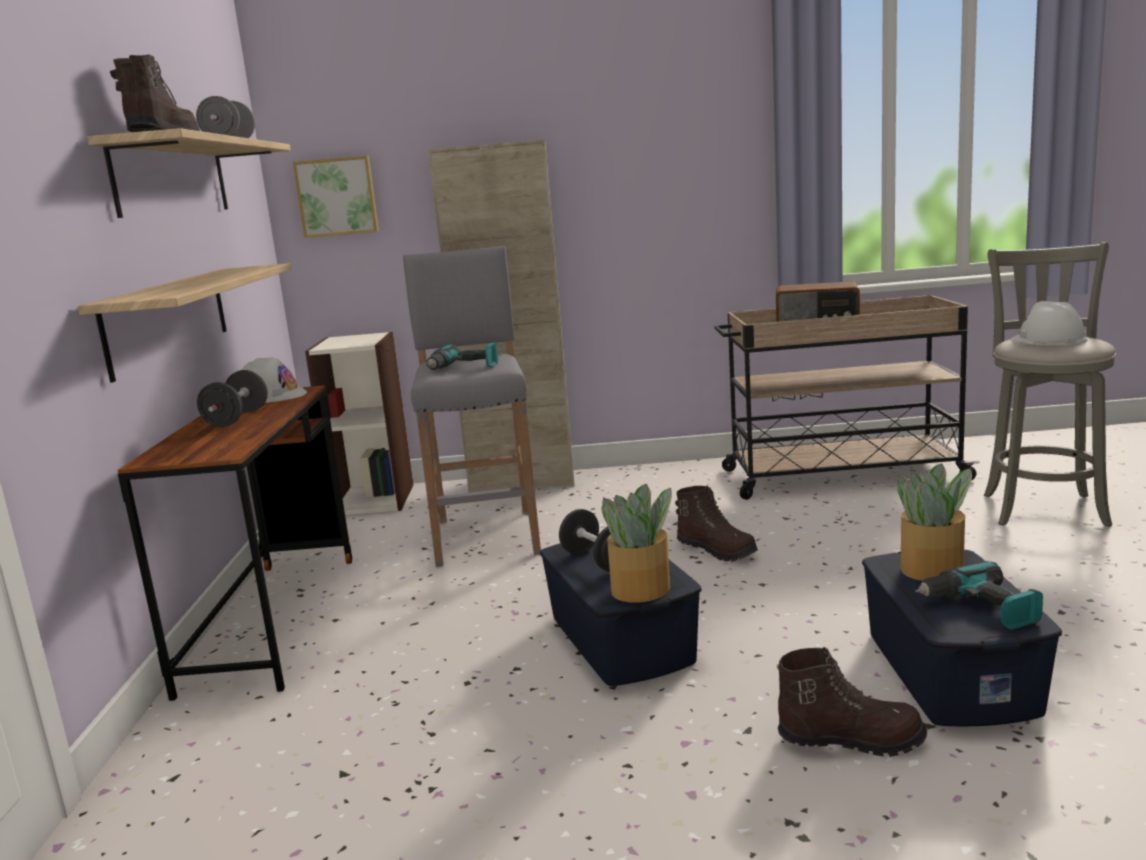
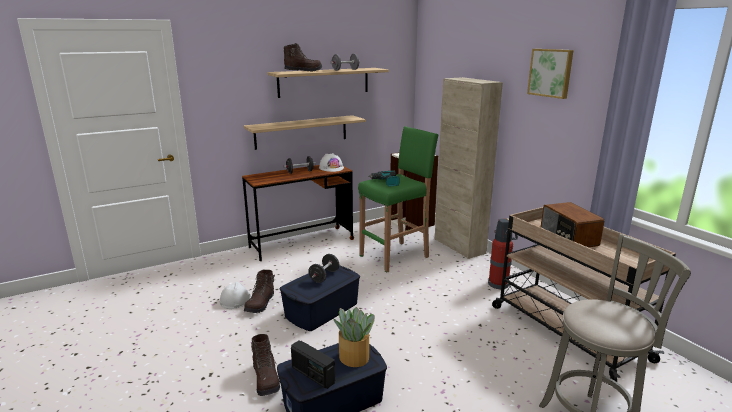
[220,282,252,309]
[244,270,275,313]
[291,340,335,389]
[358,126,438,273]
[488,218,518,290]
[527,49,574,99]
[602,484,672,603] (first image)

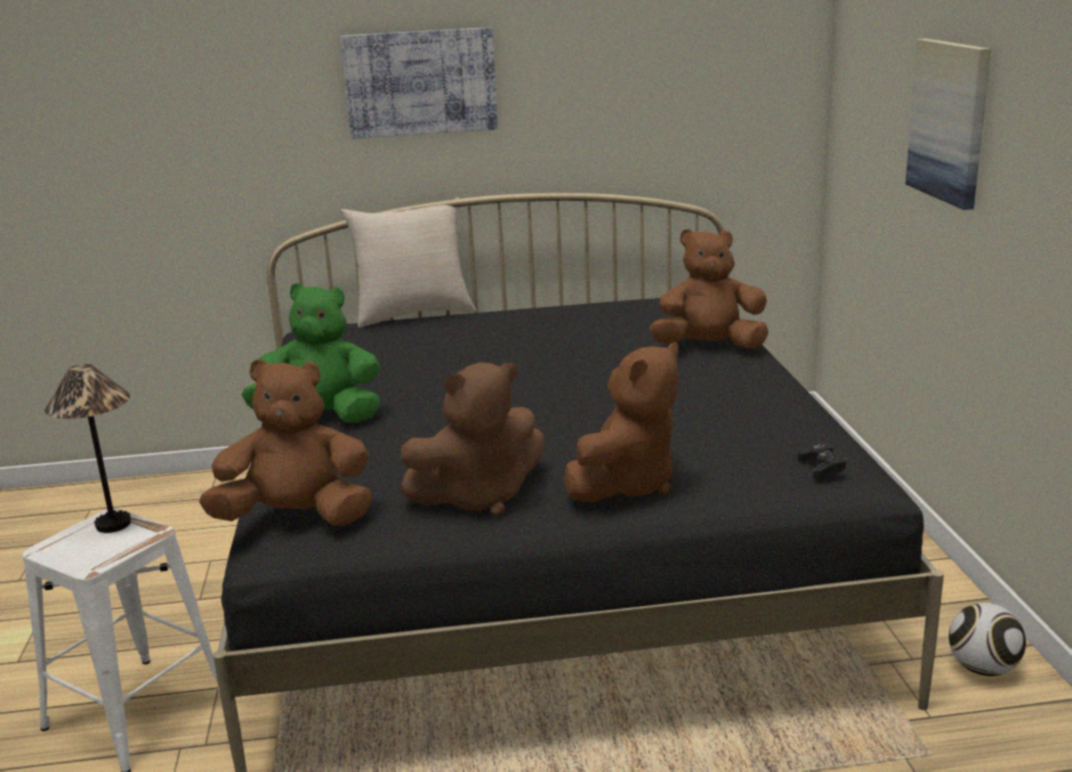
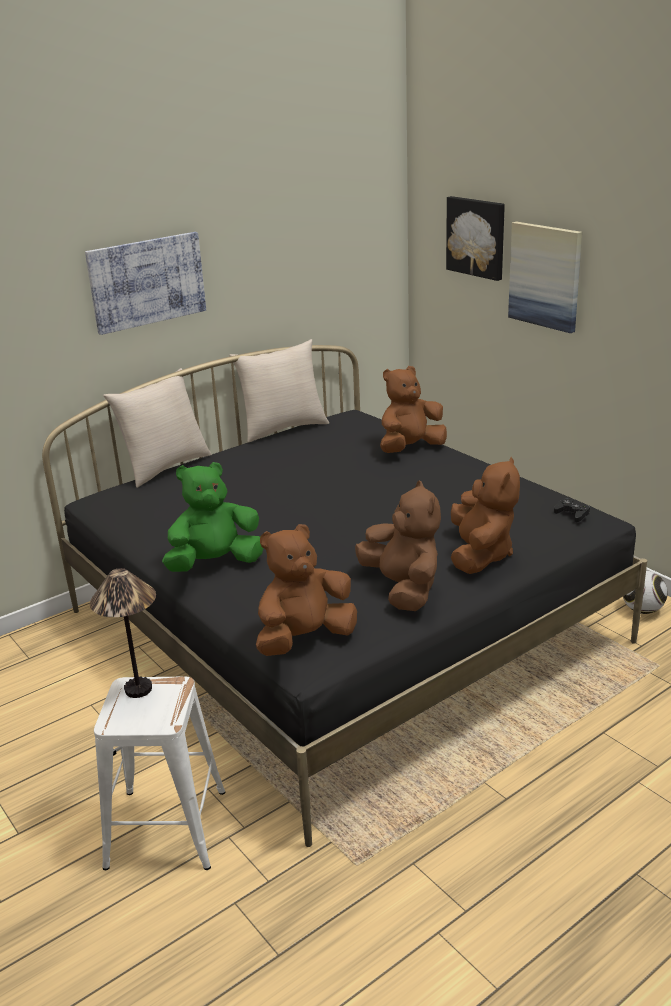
[229,339,329,443]
[355,481,441,611]
[446,196,505,281]

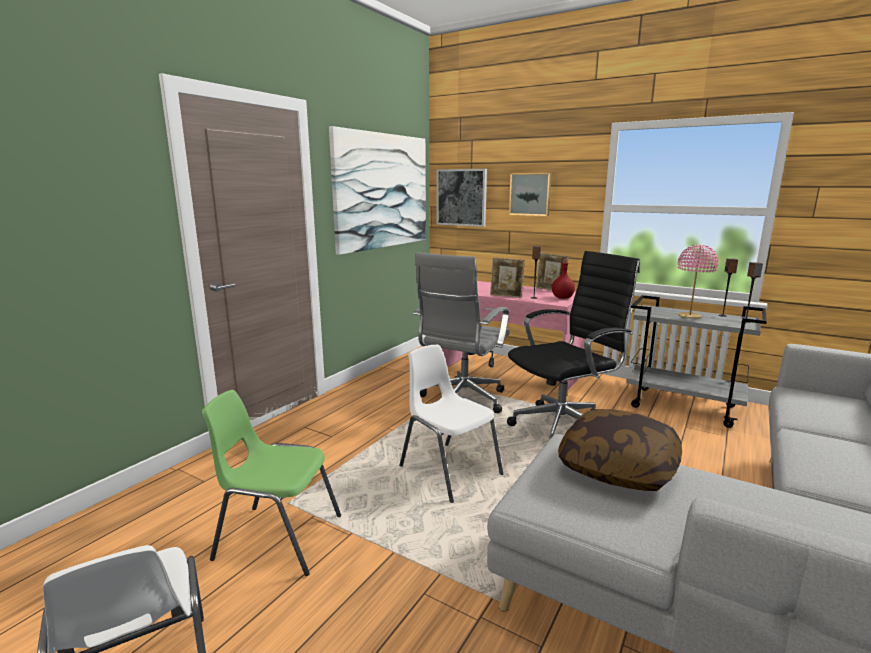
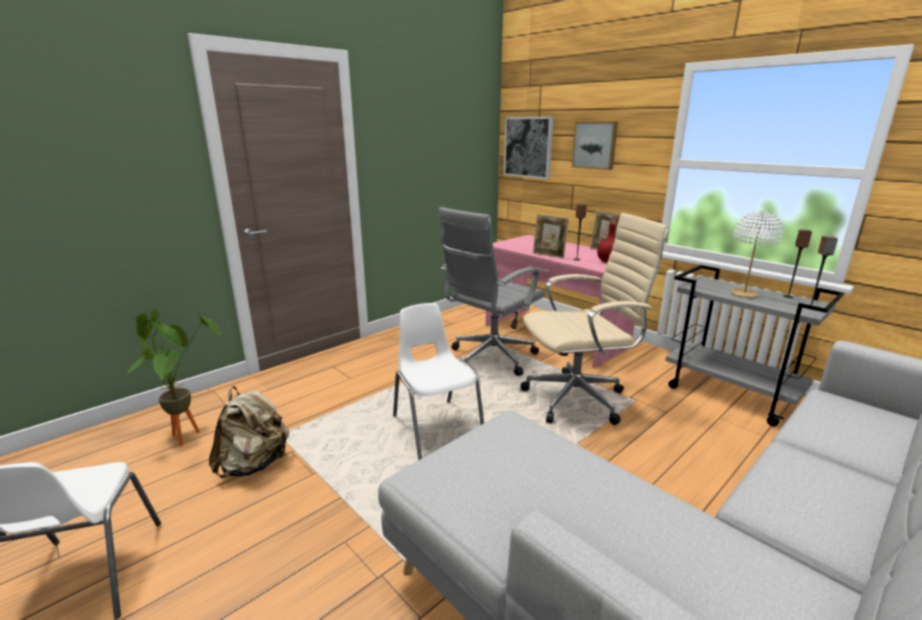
[126,309,224,446]
[209,386,289,478]
[520,213,669,425]
[731,211,784,298]
[329,126,426,255] (first image)
[558,409,682,491] (first image)

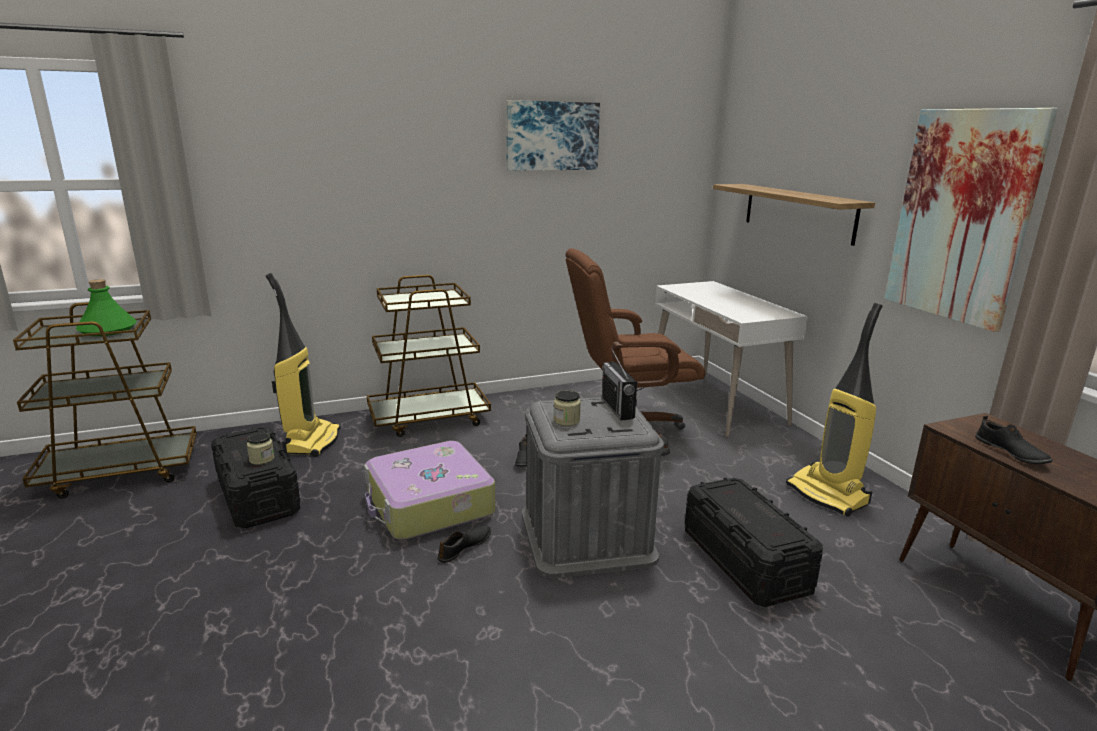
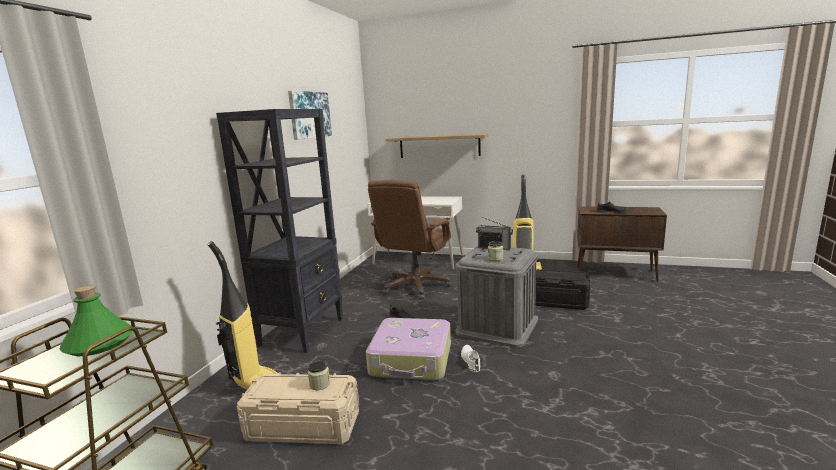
[216,109,343,353]
[237,373,359,444]
[461,345,481,372]
[884,108,1058,332] (first image)

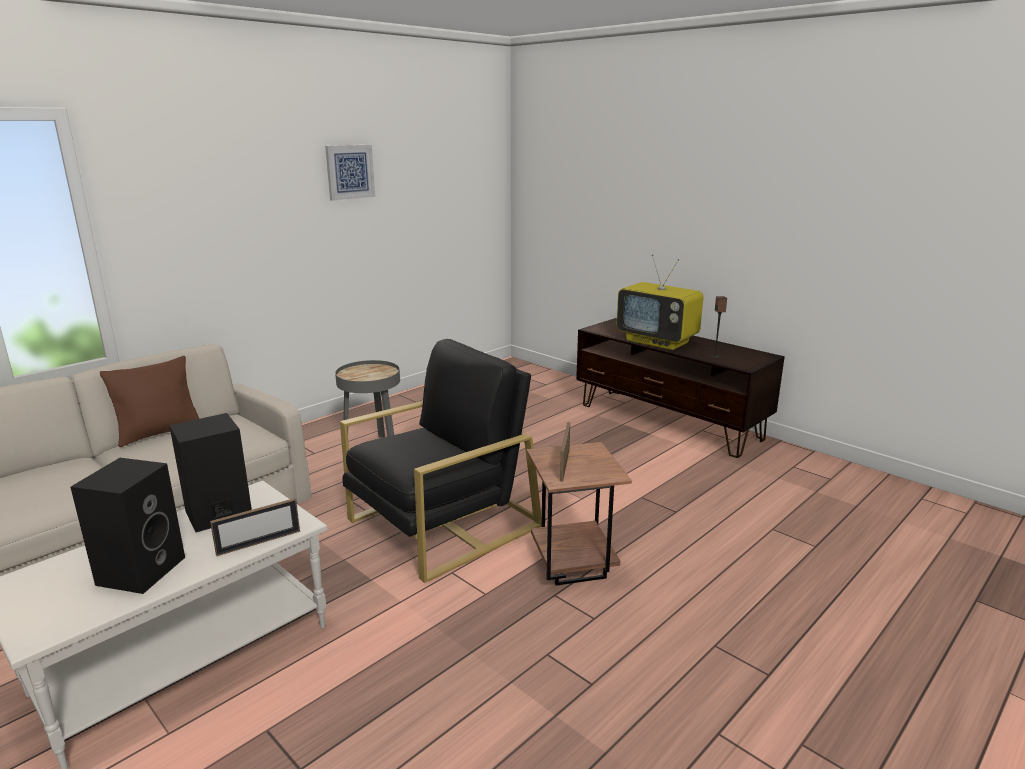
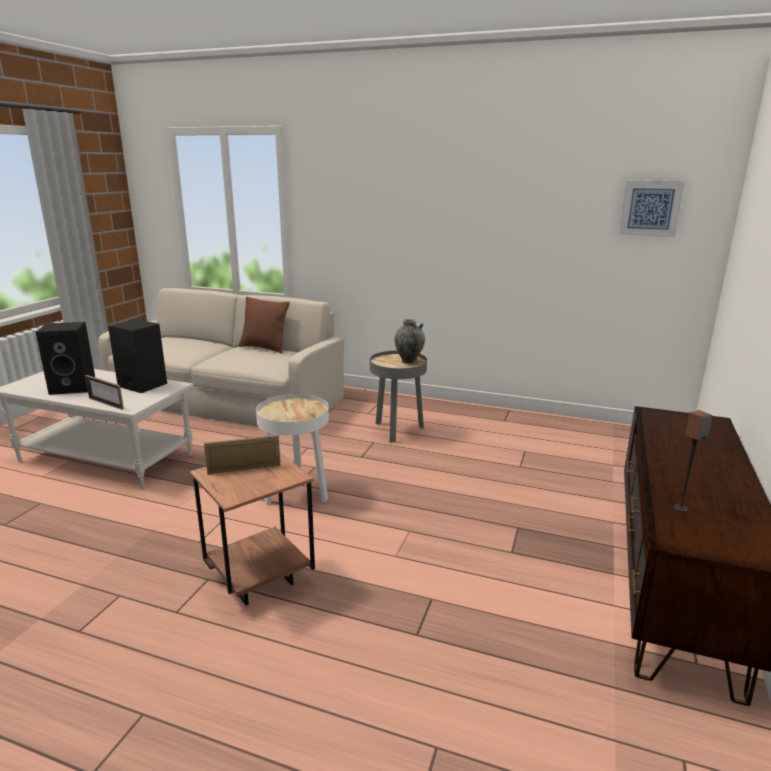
[256,394,329,505]
[394,319,425,364]
[619,180,685,237]
[617,255,703,350] (first image)

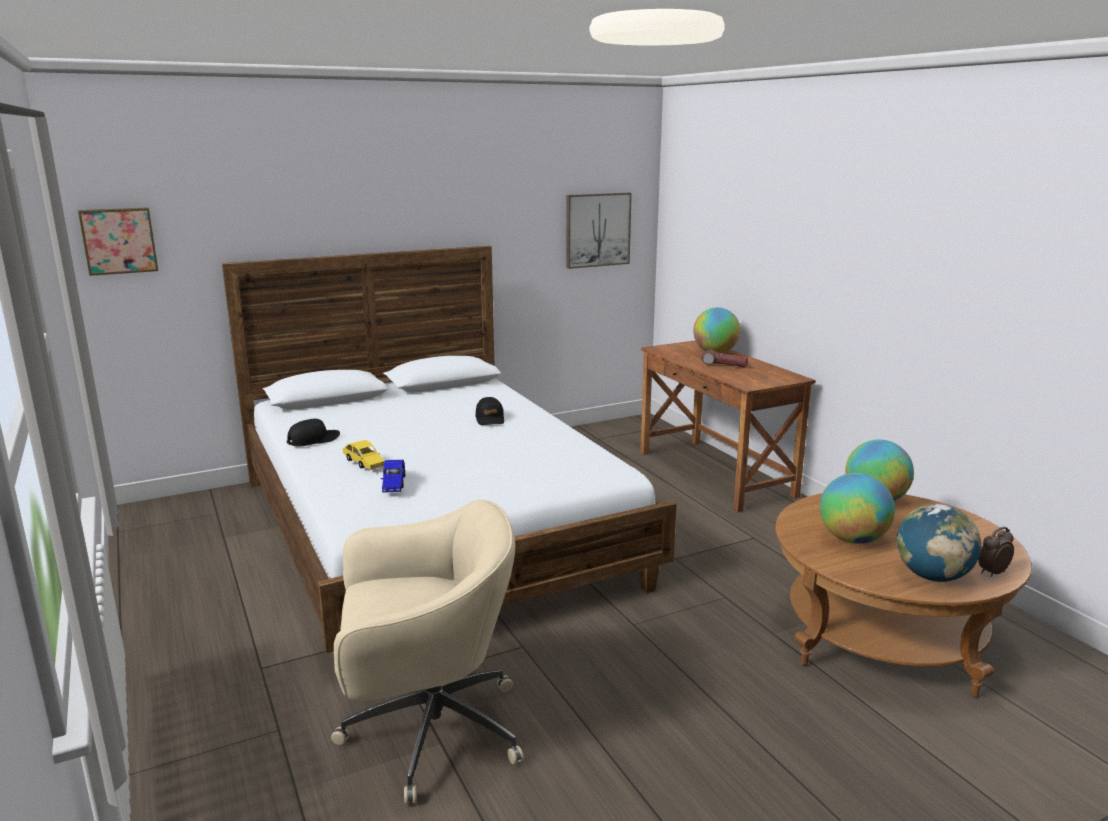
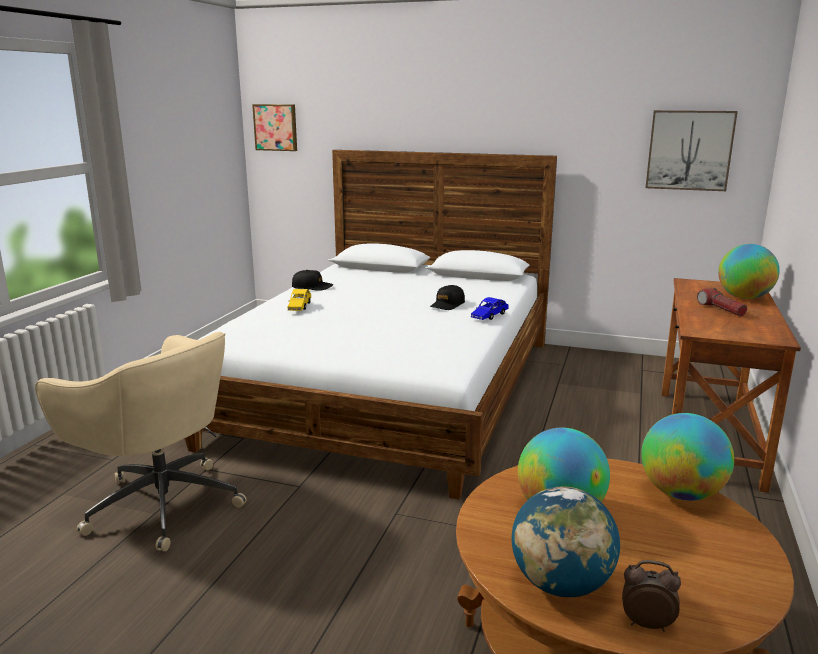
[471,297,509,320]

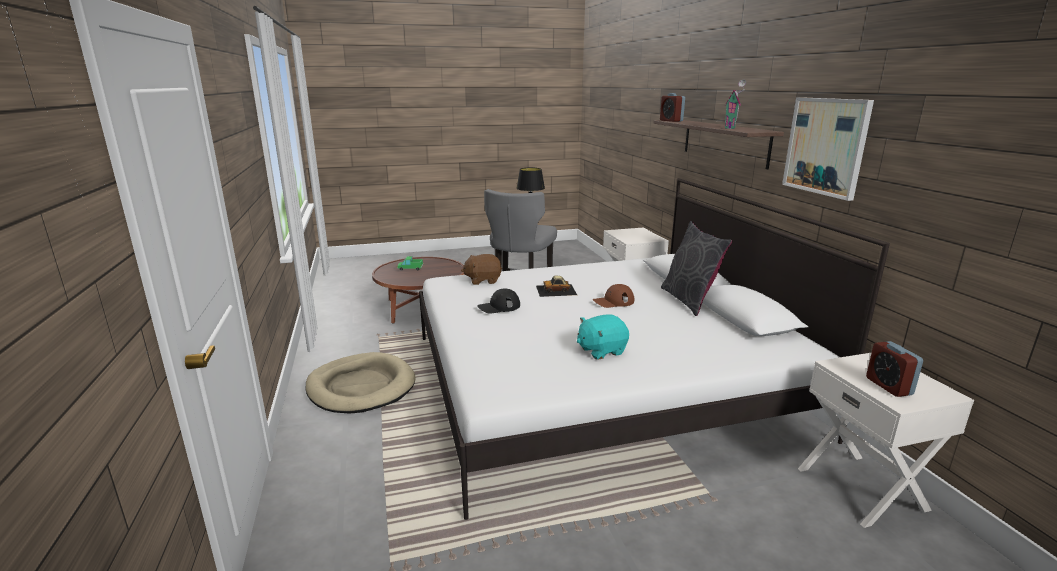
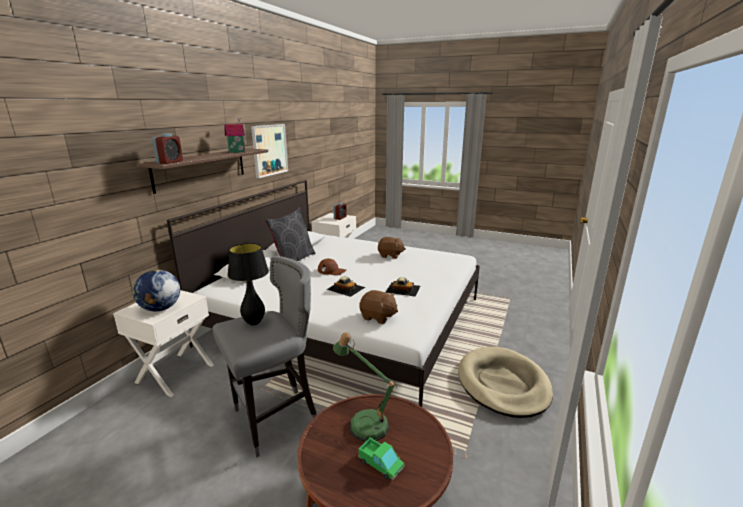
[132,270,180,312]
[333,332,397,442]
[378,237,406,259]
[385,277,420,297]

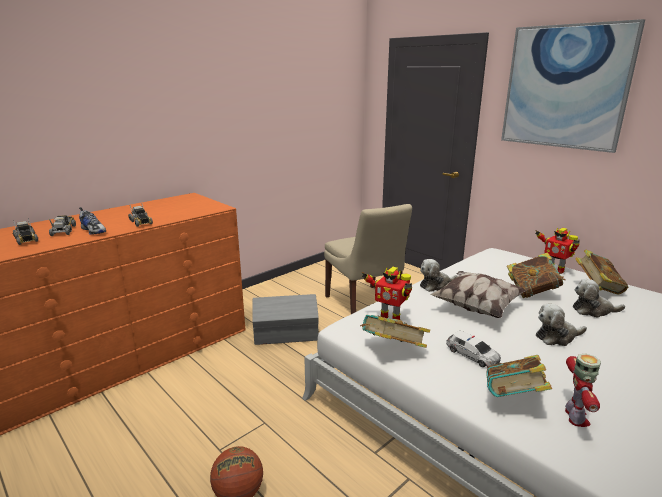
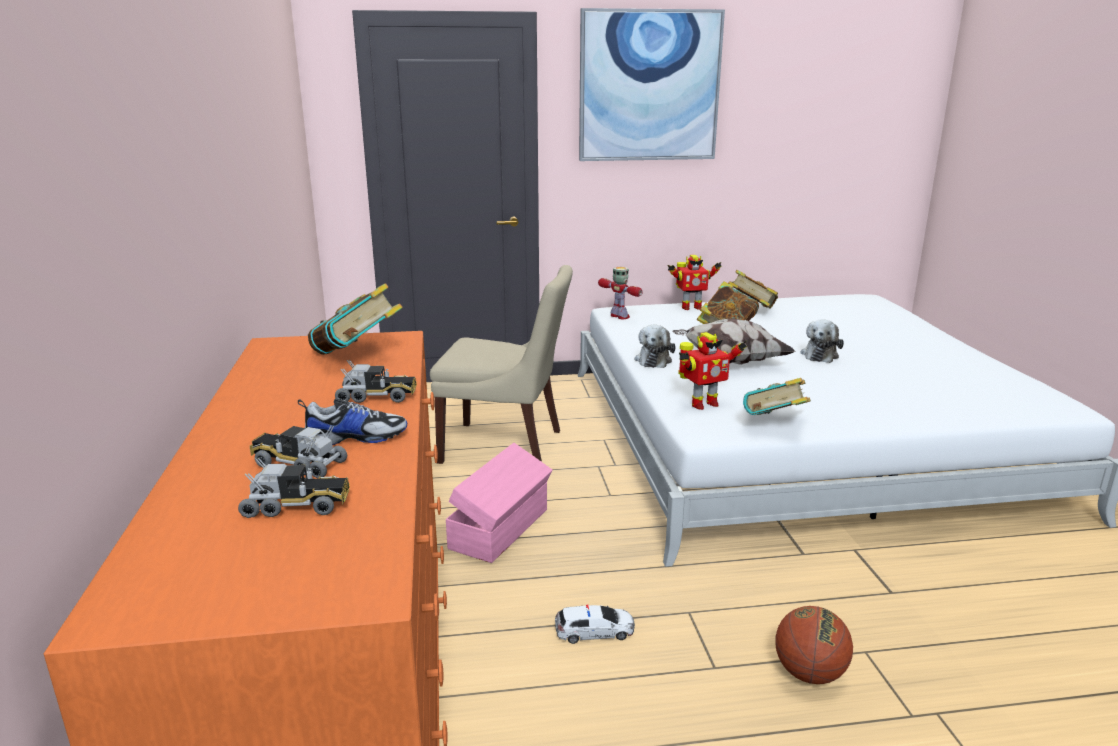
[308,283,403,355]
[446,443,552,563]
[555,605,635,644]
[598,267,643,319]
[573,279,625,318] (first image)

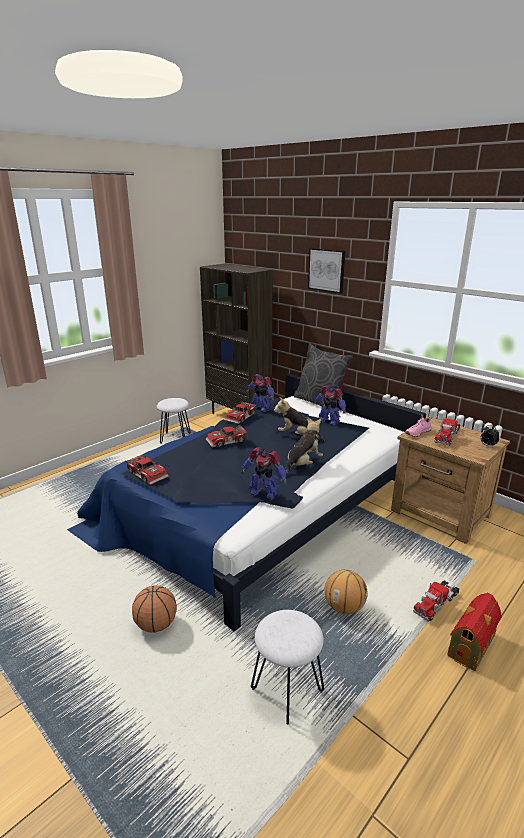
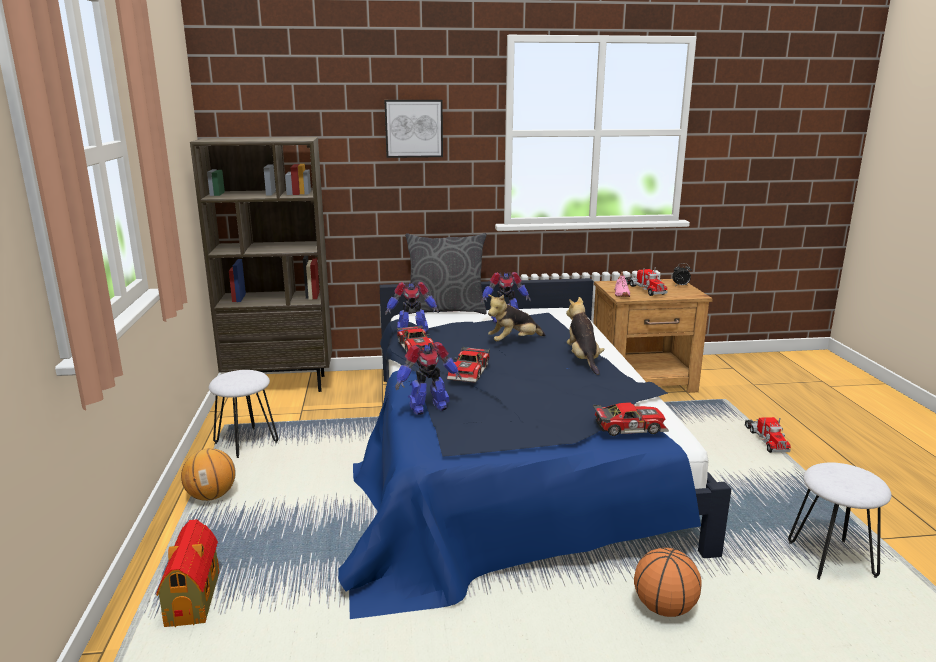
[156,519,220,627]
[181,448,236,501]
[395,342,462,415]
[593,402,669,436]

